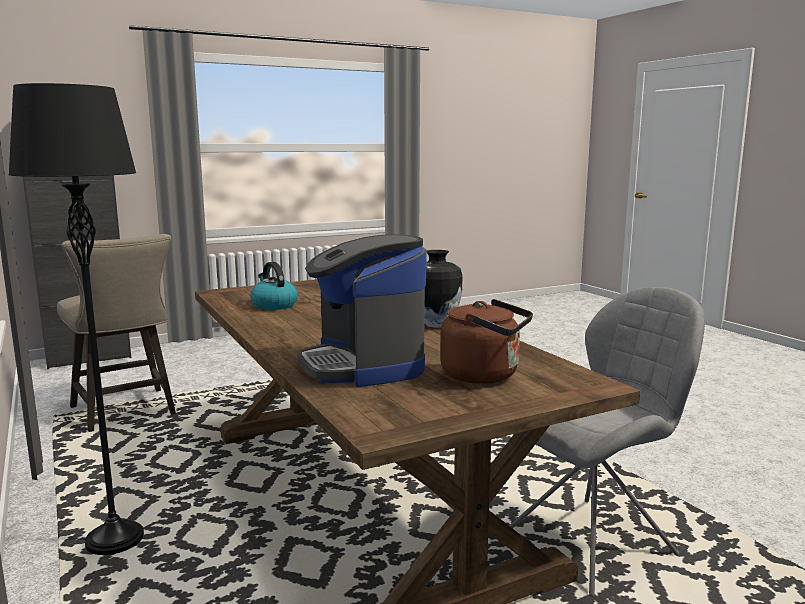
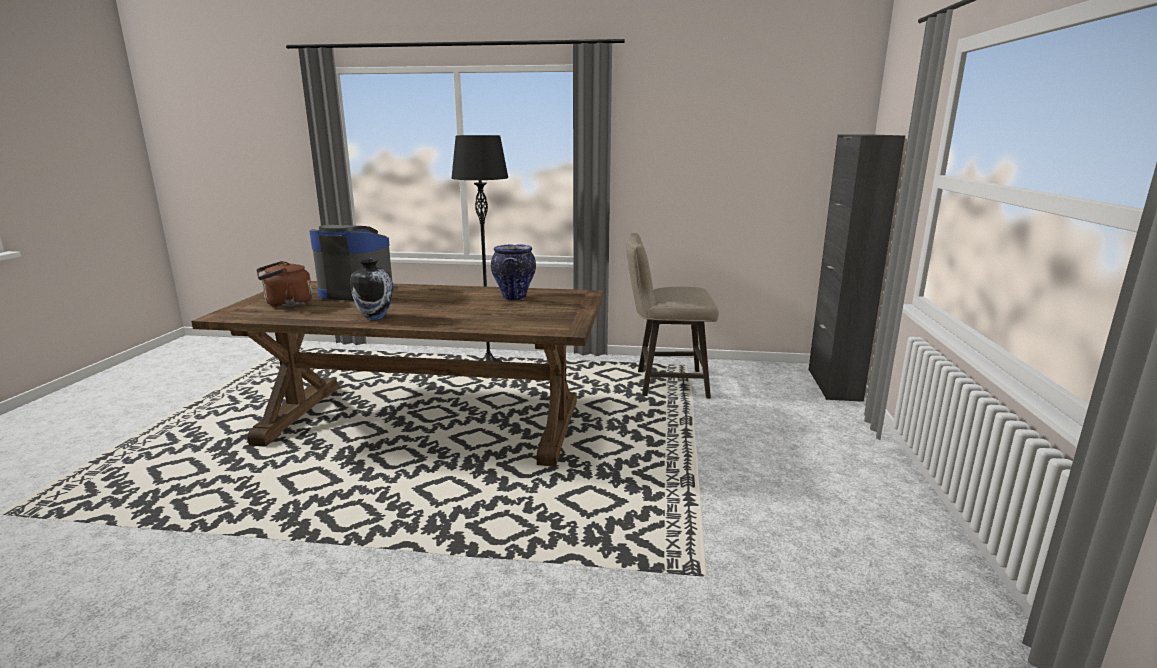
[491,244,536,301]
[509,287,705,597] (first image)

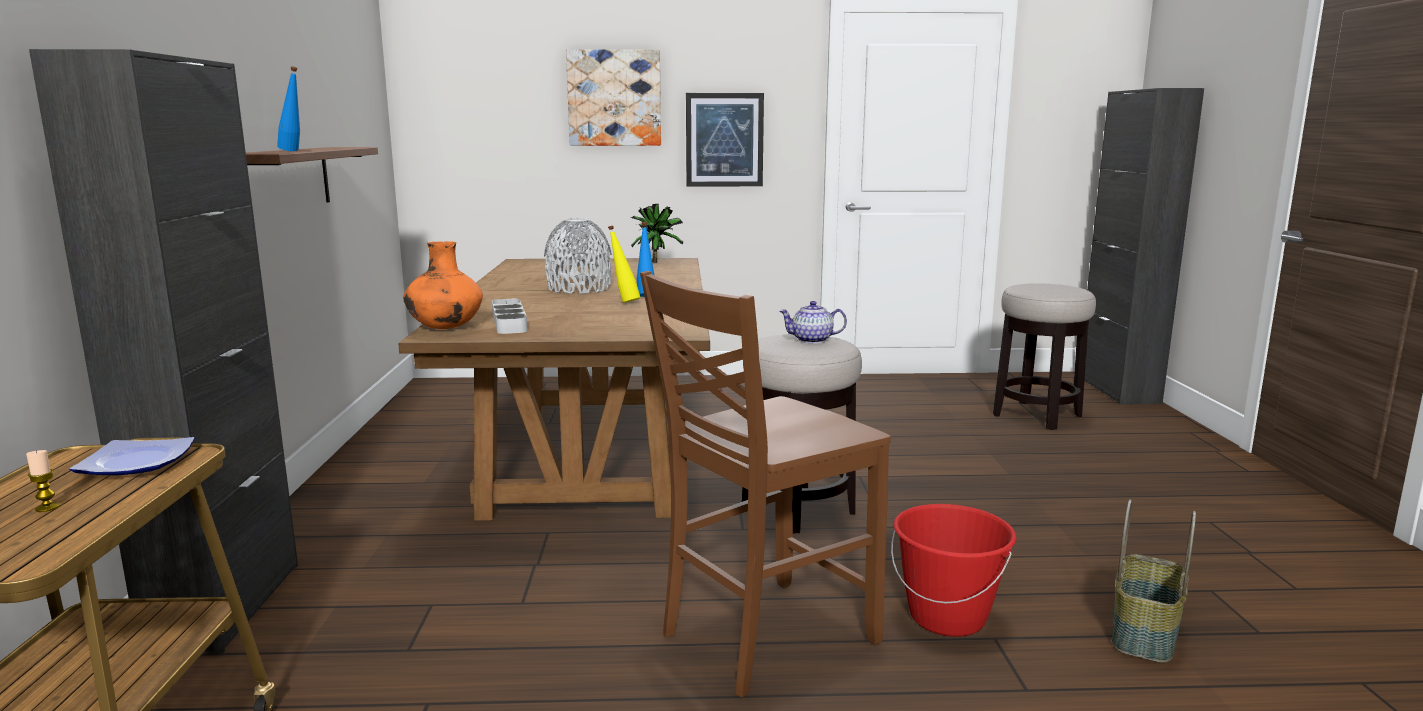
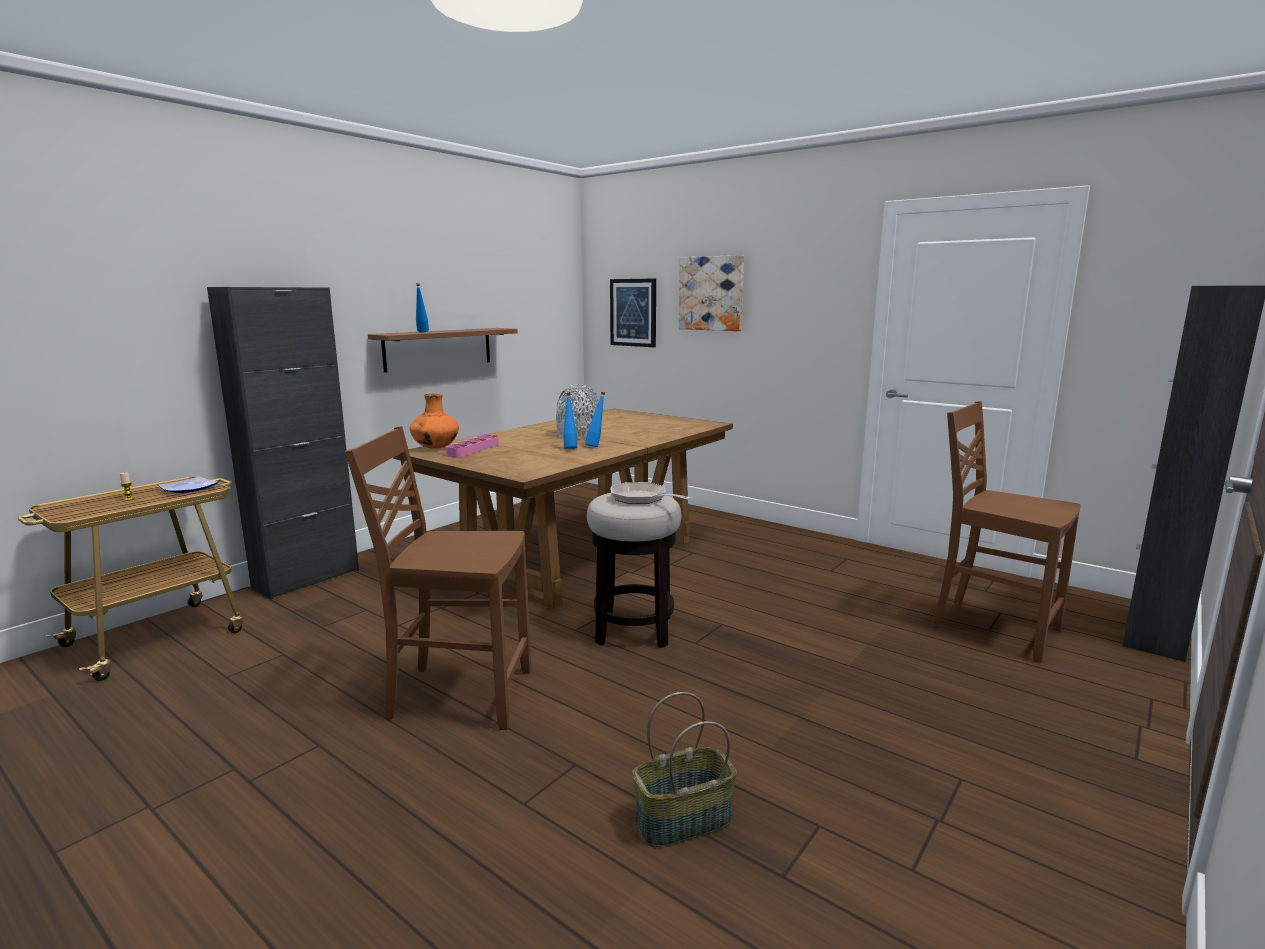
[445,435,499,458]
[563,393,577,449]
[610,279,656,347]
[611,482,692,504]
[932,401,1081,663]
[631,203,683,263] (first image)
[891,504,1017,637] (first image)

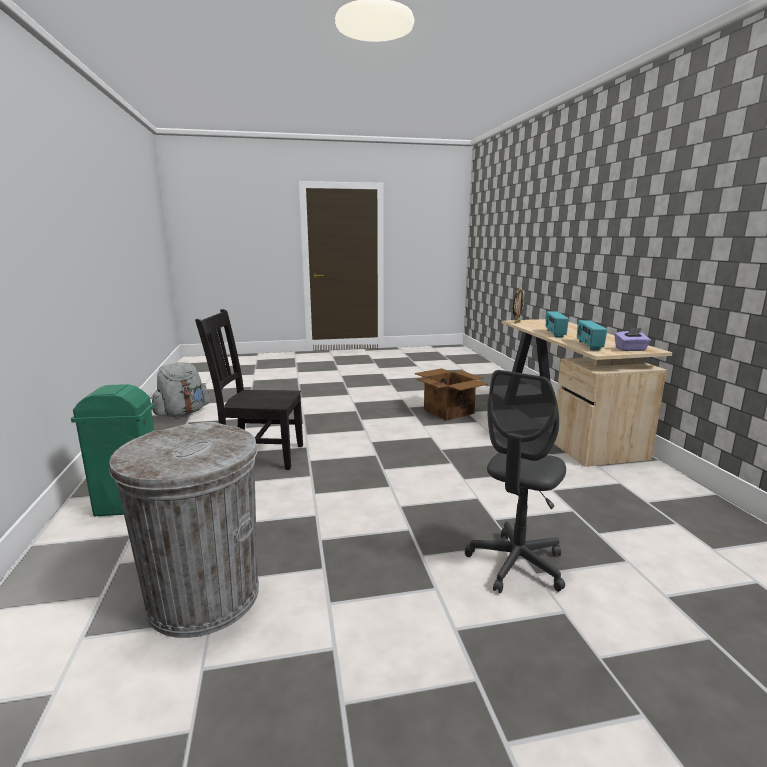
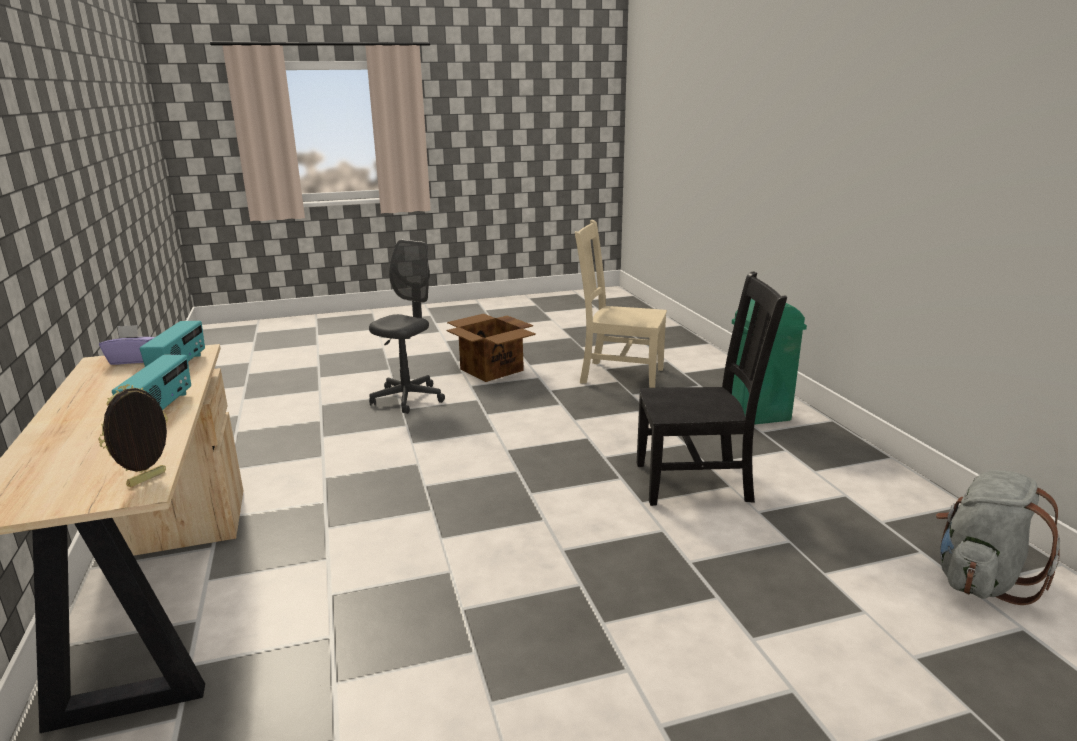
[447,314,536,382]
[575,220,667,388]

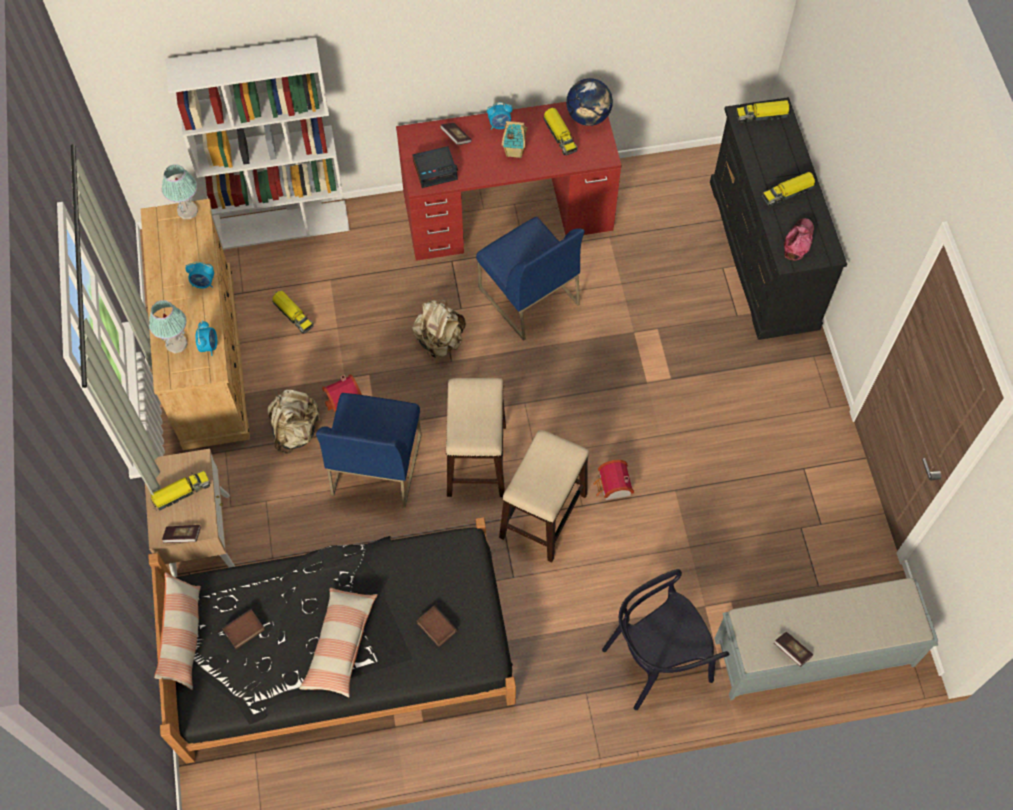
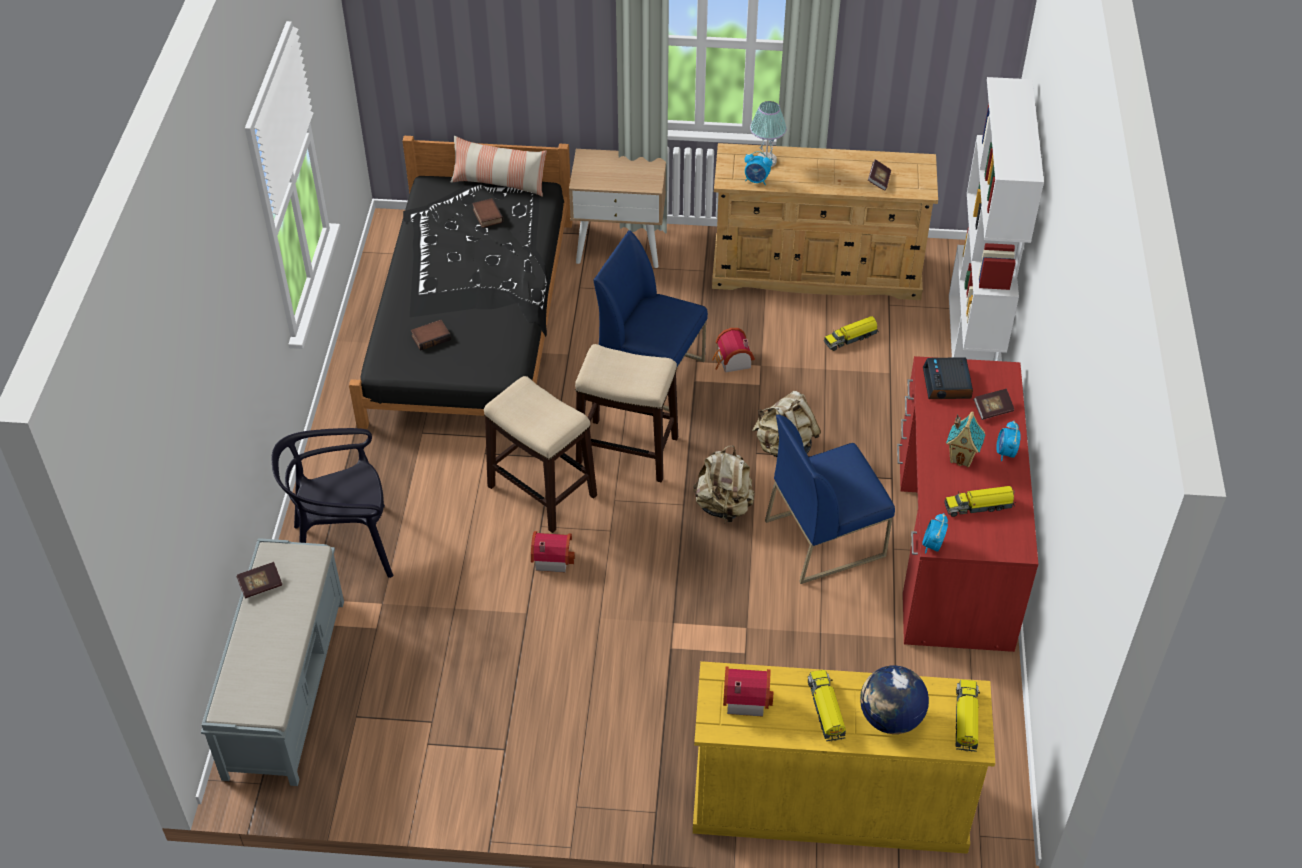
[272,428,393,578]
[693,446,754,524]
[693,661,995,854]
[723,667,773,716]
[860,665,929,734]
[868,159,891,191]
[922,513,948,553]
[150,471,211,511] (first image)
[162,164,198,219] (first image)
[299,588,378,697] (first image)

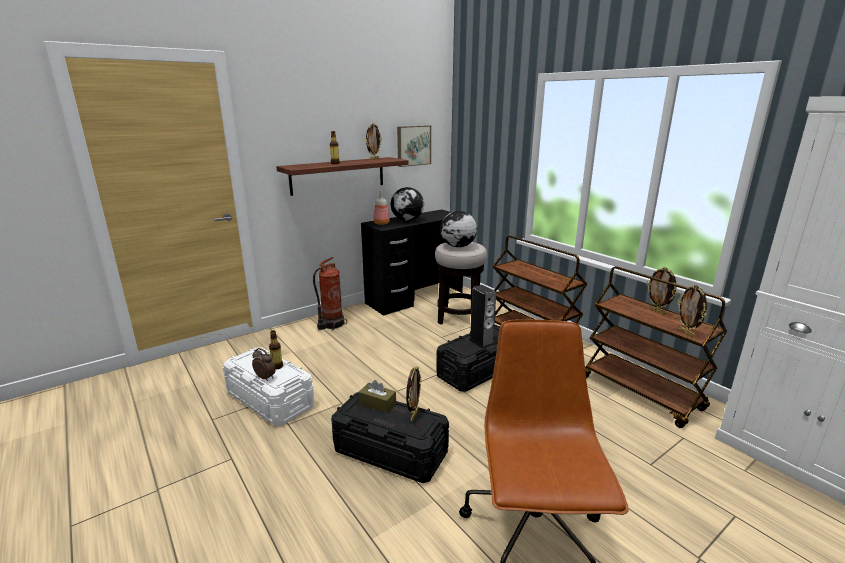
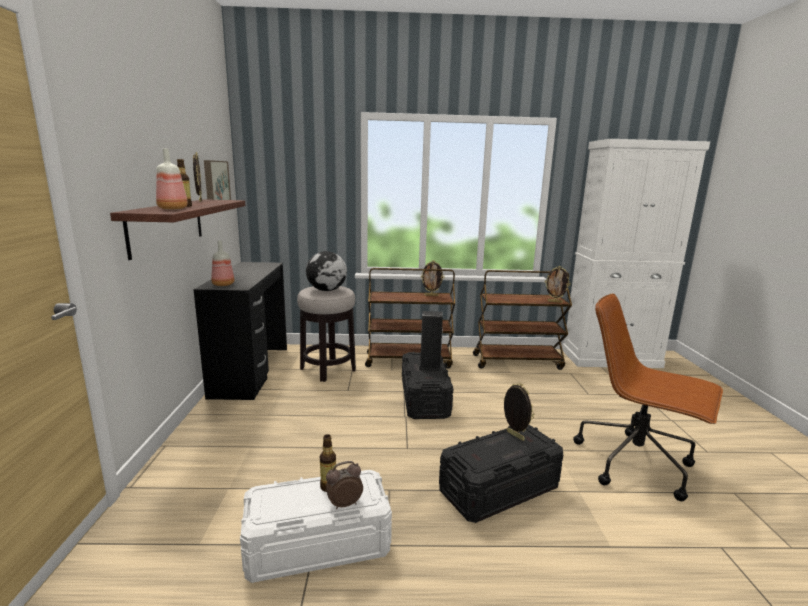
[156,148,188,210]
[421,261,444,296]
[313,257,347,330] (first image)
[359,380,396,413] (first image)
[391,187,424,221] (first image)

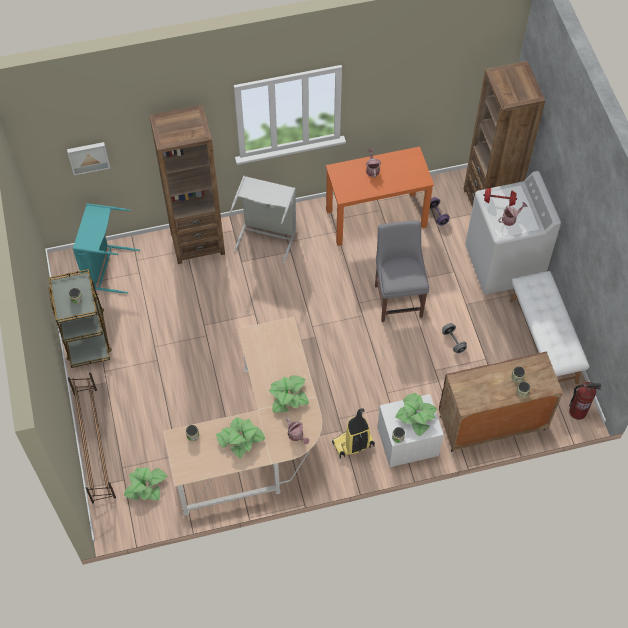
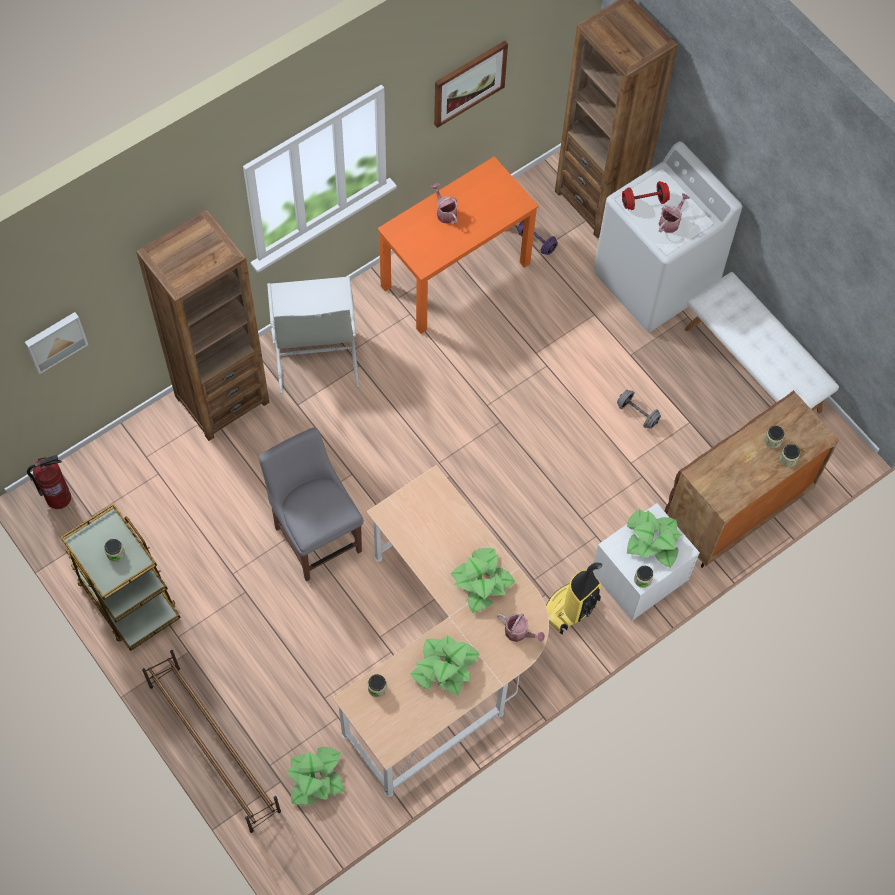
[27,455,71,509]
[259,427,364,581]
[434,41,508,128]
[73,203,140,294] (first image)

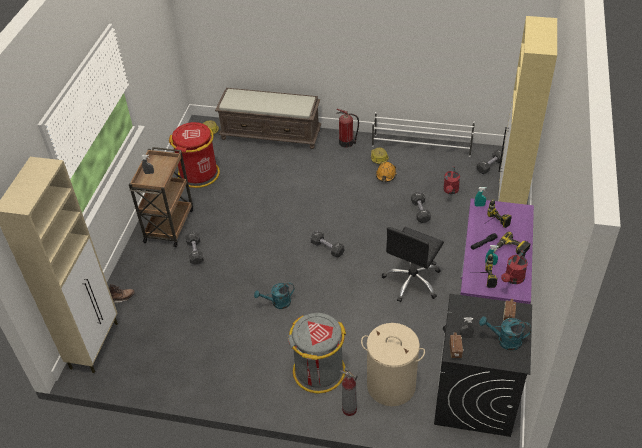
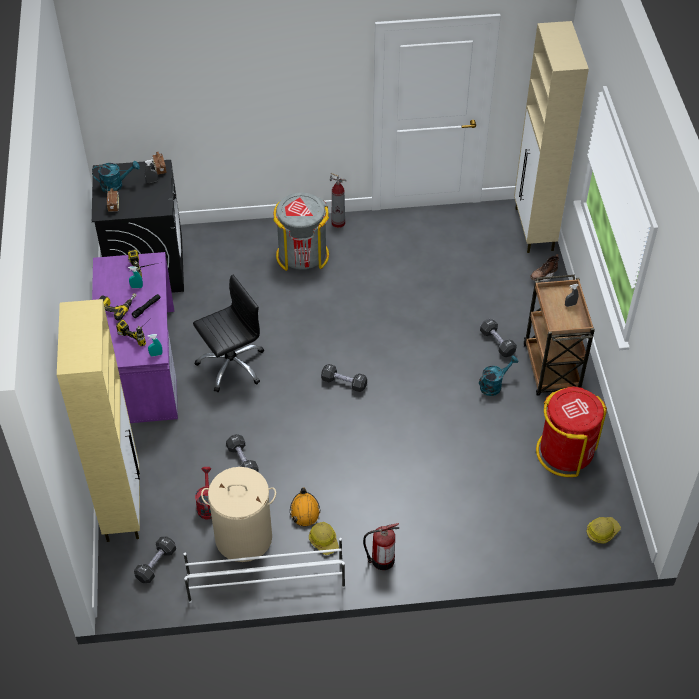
[193,274,264,392]
[201,467,276,562]
[330,173,346,228]
[479,356,519,396]
[215,88,322,149] (first image)
[501,250,528,284] (first image)

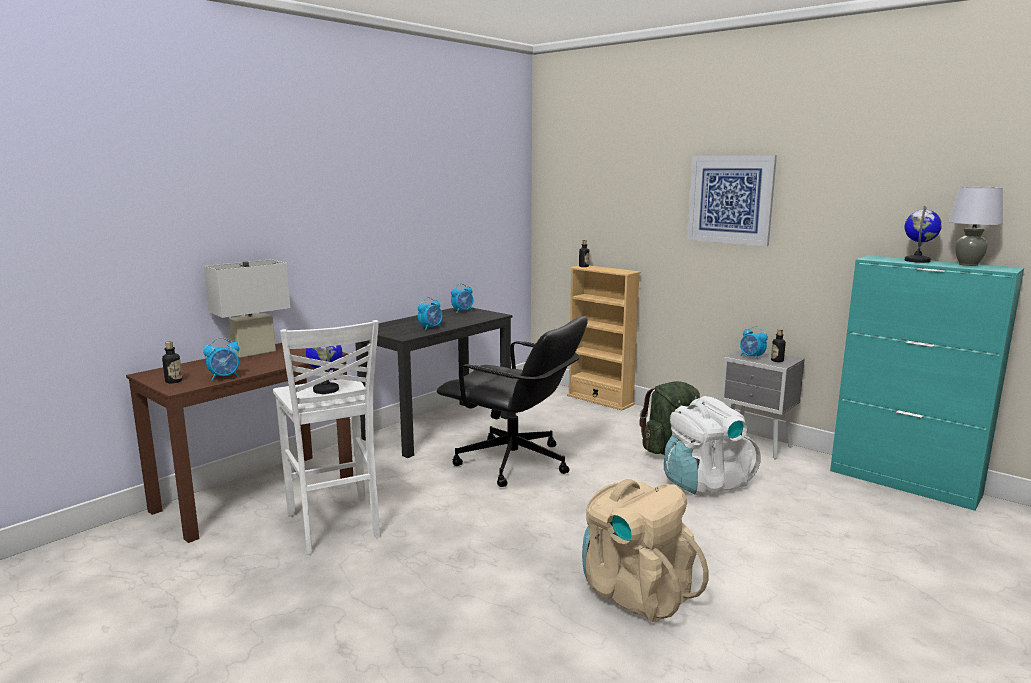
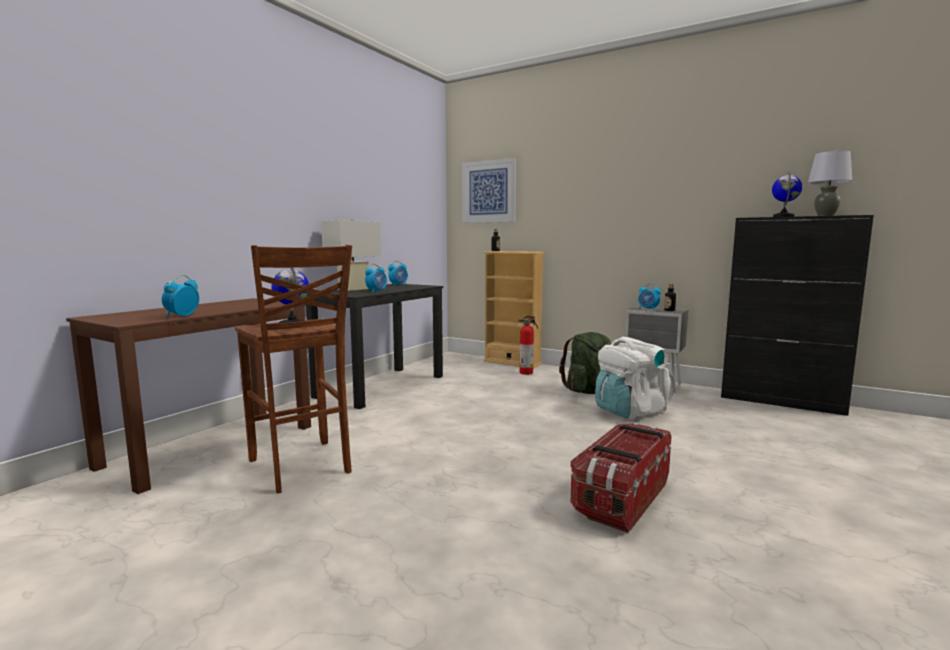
[162,275,199,318]
[235,245,352,493]
[321,219,381,291]
[462,158,516,223]
[518,316,538,375]
[570,423,672,533]
[721,215,874,416]
[162,341,182,383] (first image)
[437,316,588,487] (first image)

